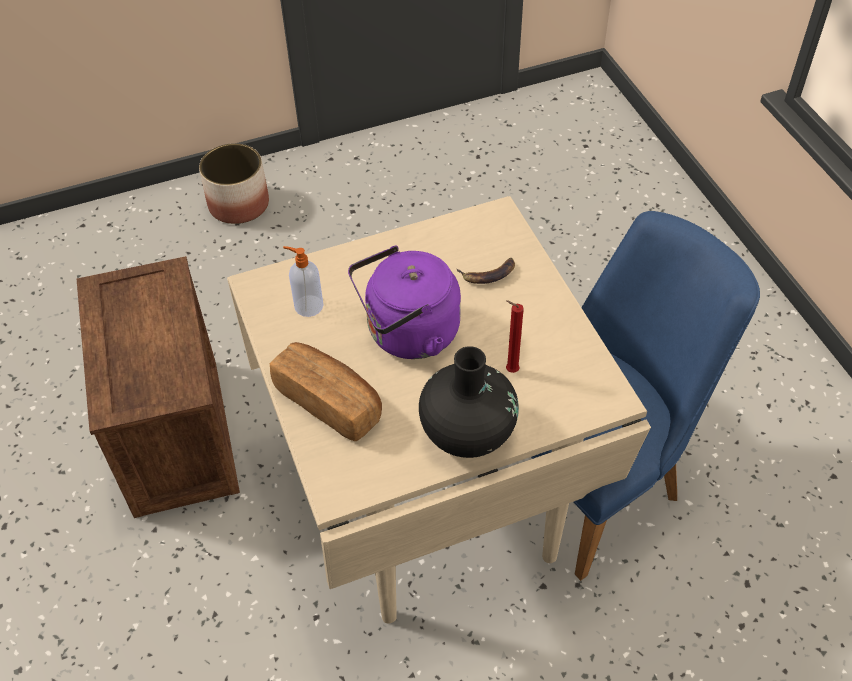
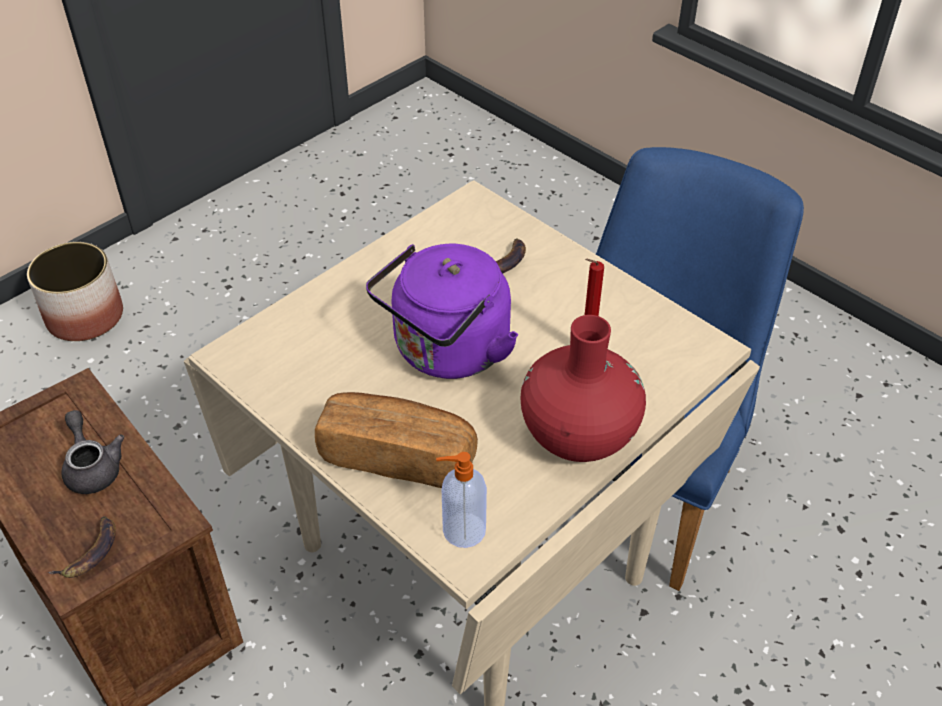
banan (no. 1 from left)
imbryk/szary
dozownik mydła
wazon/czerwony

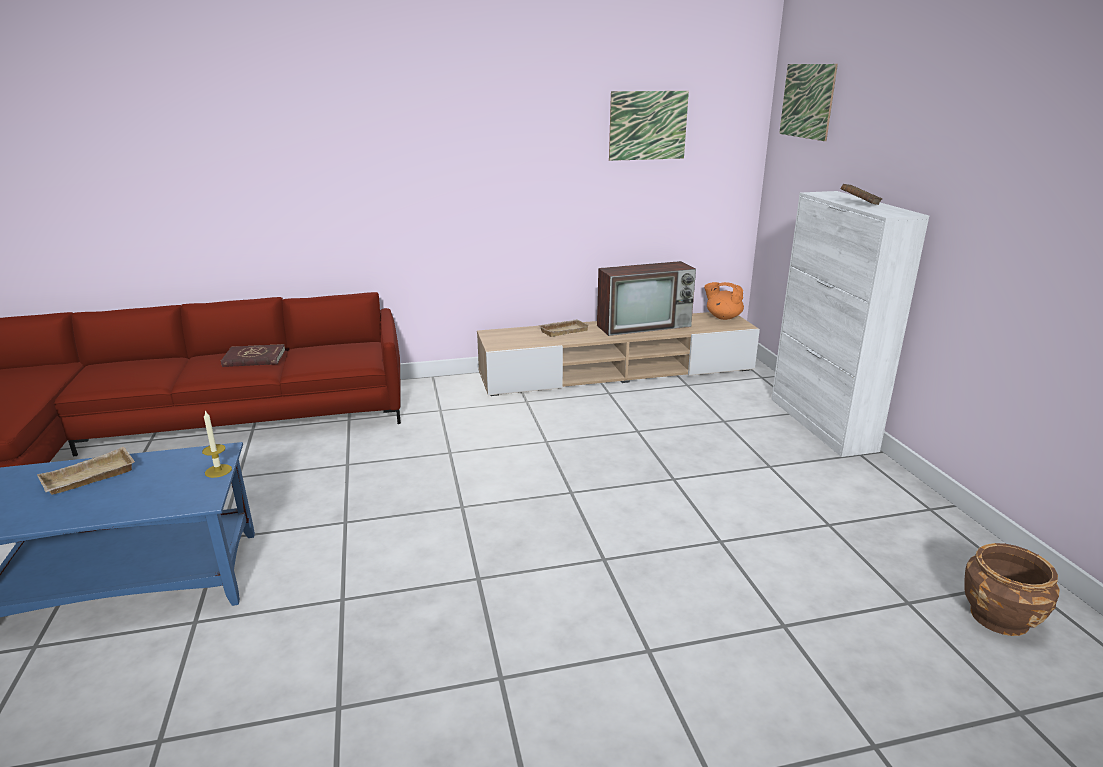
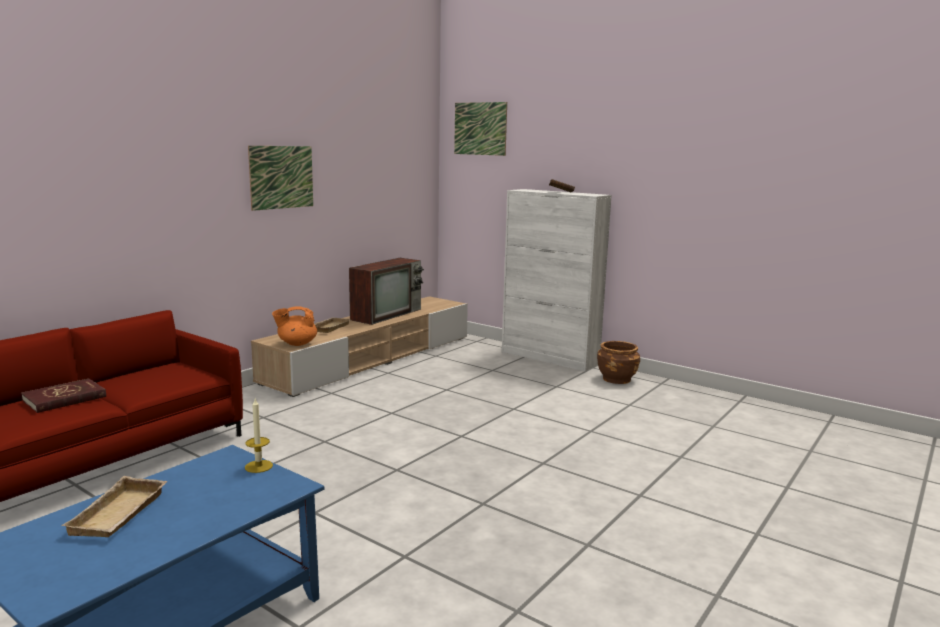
obraz (no. 1 from left)
imbryk/pomarańczowy
donica/brązowy

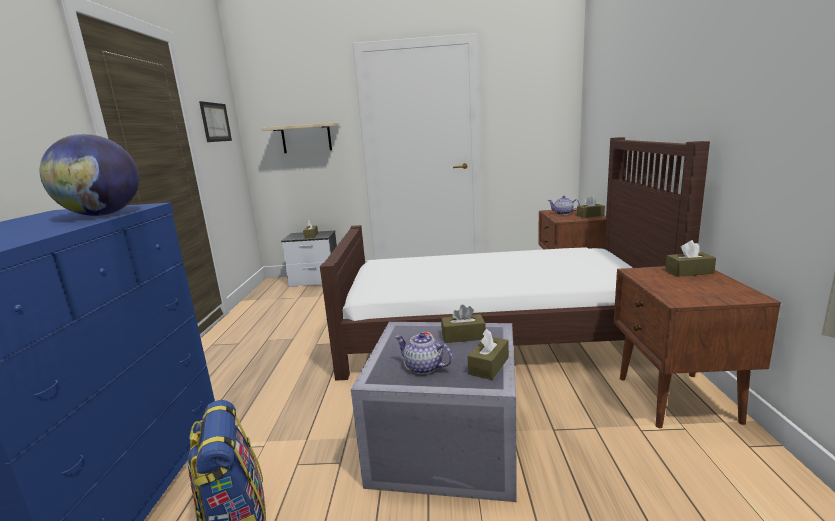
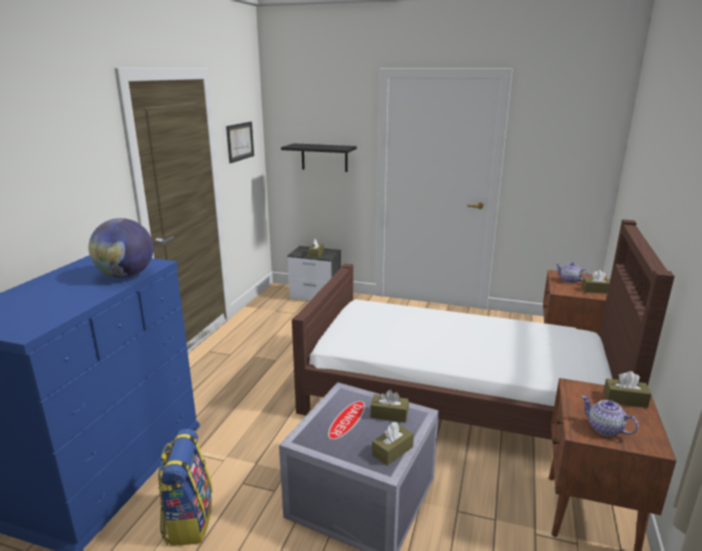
imbryk (no. 2 from left)
półka/czarny

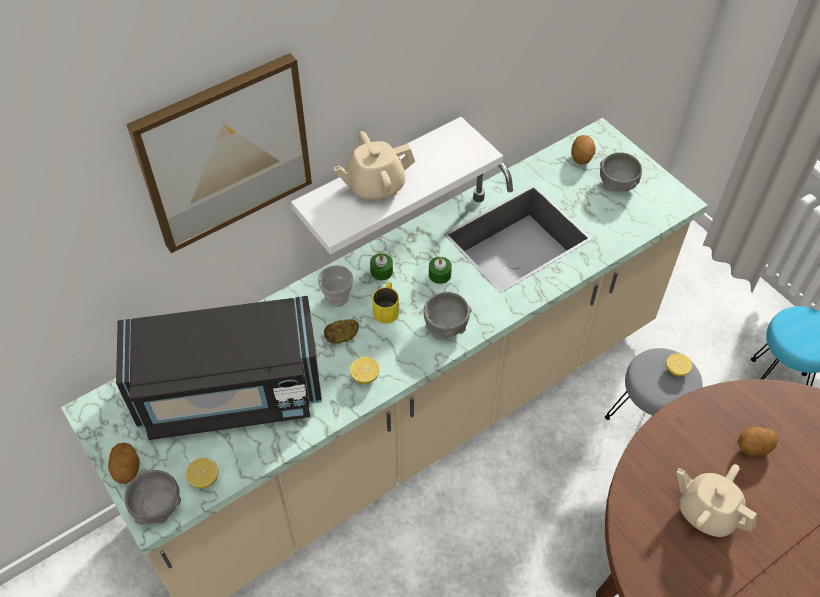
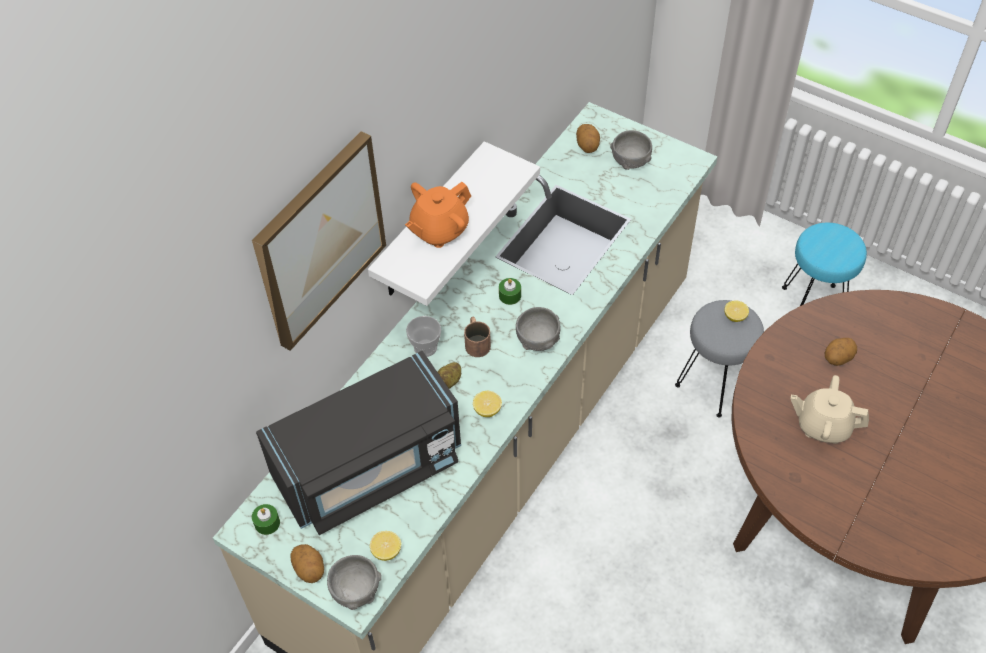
świeca/zielony (no. 1 from left)
imbryk/pomarańczowy
kubek/brązowy

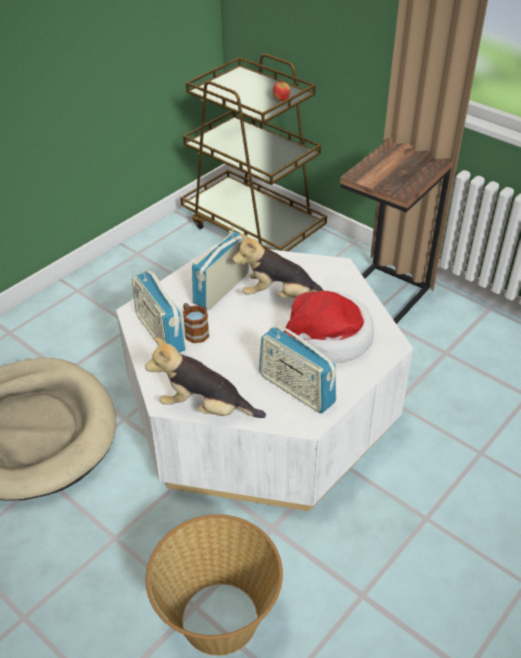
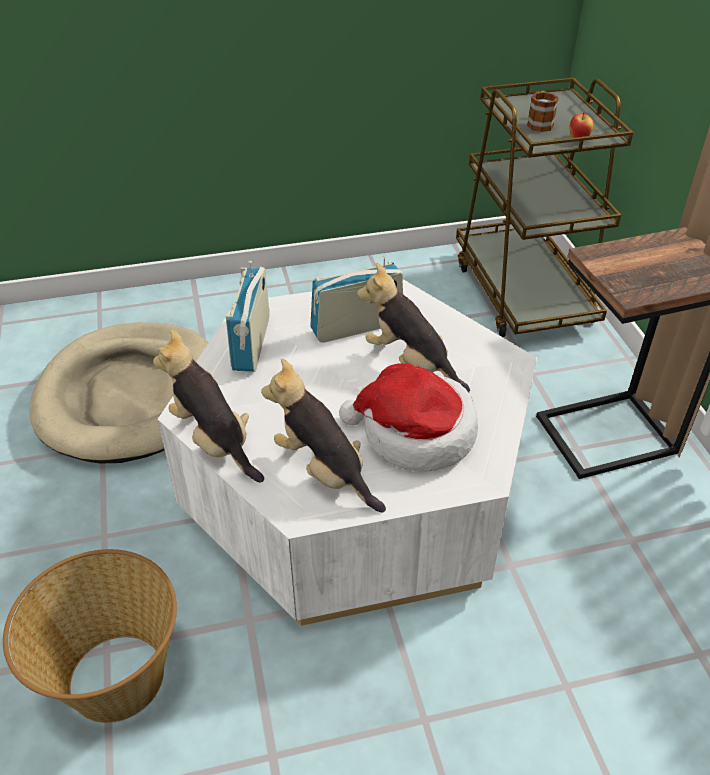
kubek
pluszak (no. 2 from left)

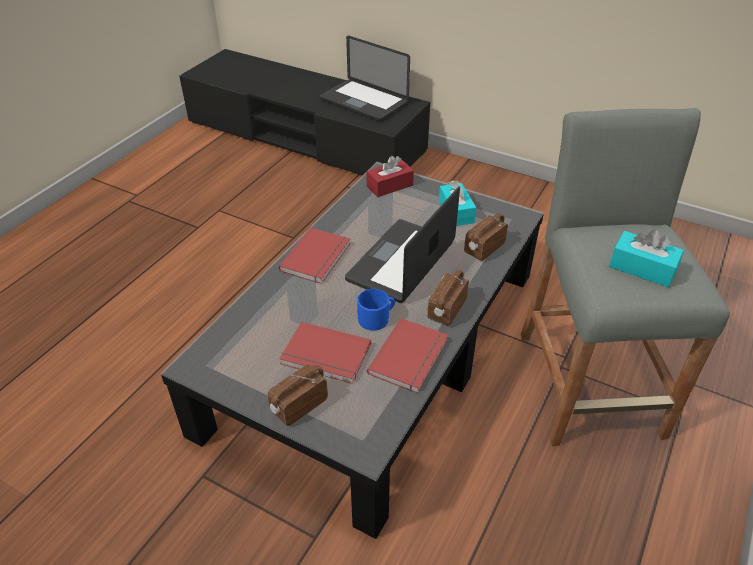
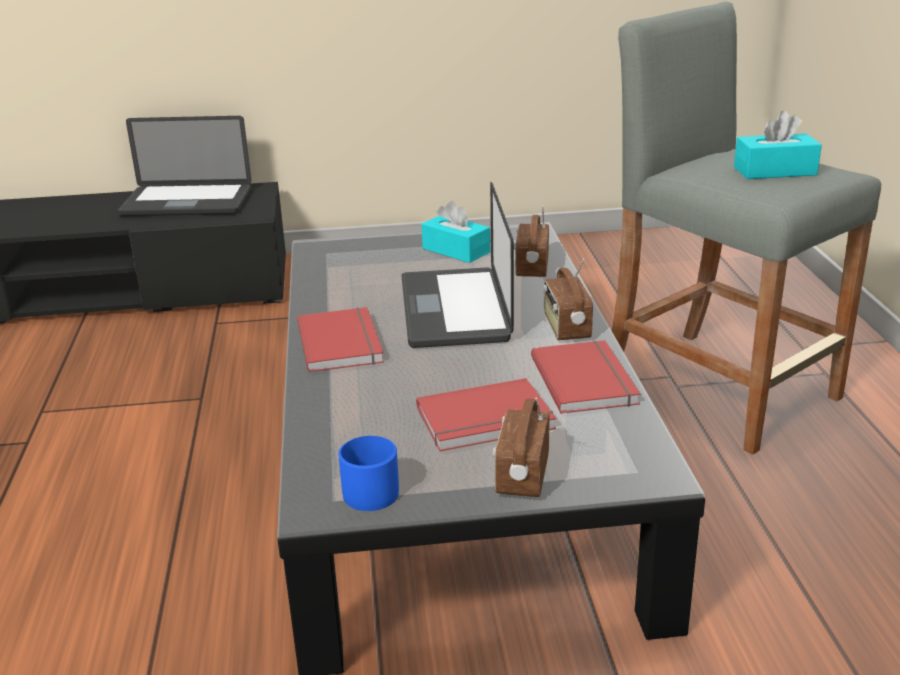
pudełko chusteczek/czerwony
kubek/niebieski

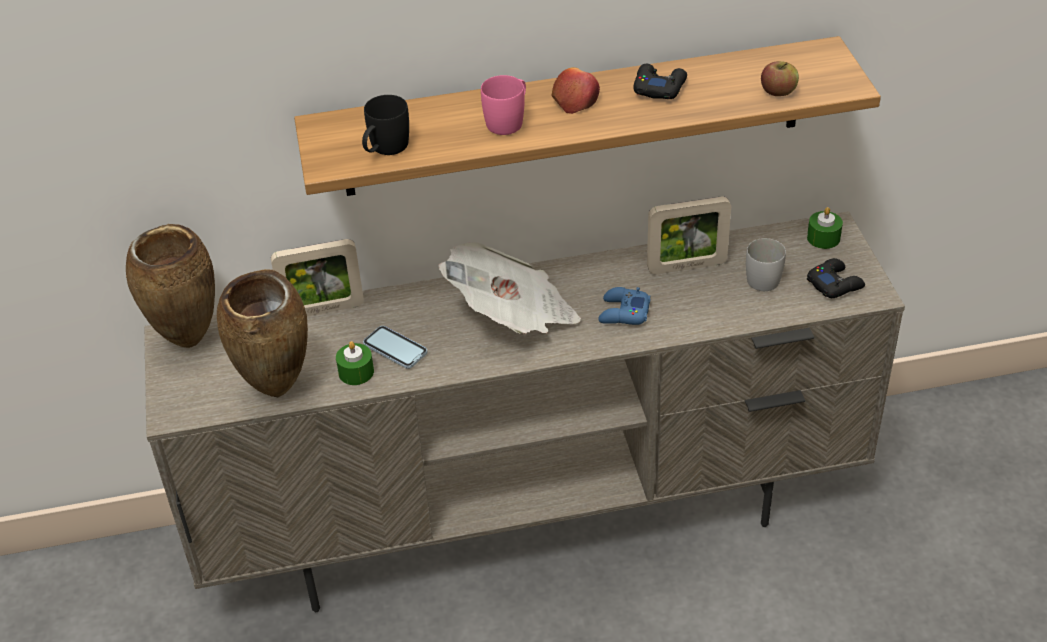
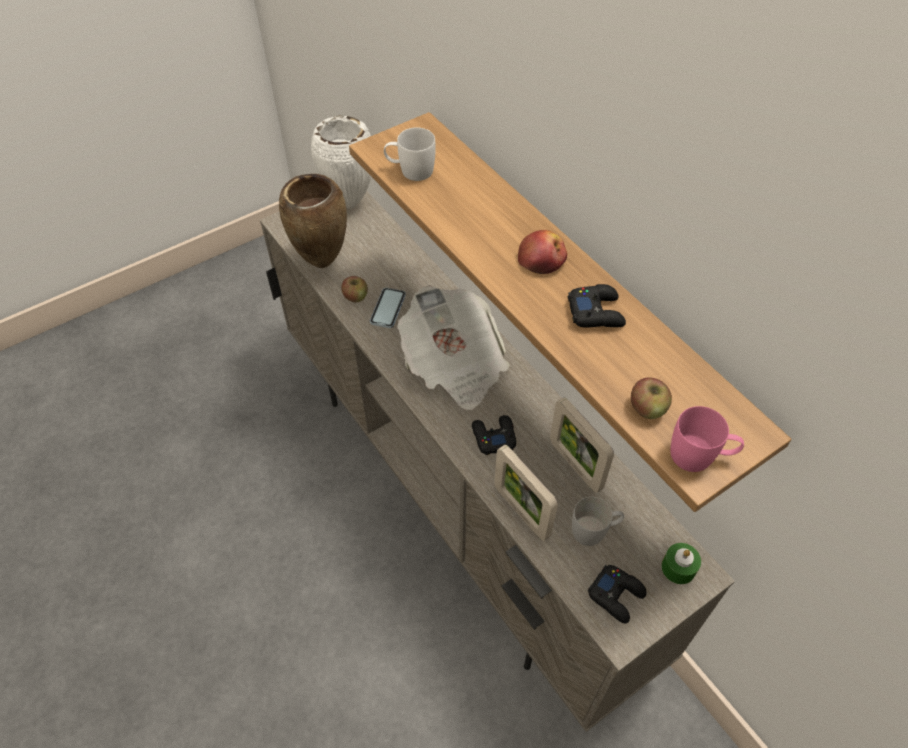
ramka na zdjęcie (no. 1 from left)
kubek/różowy
jabłko (no. 1 from left)
wazon/biały
kubek/biały (no. 1 from left)
pad do gier/czarny (no. 1 from left)

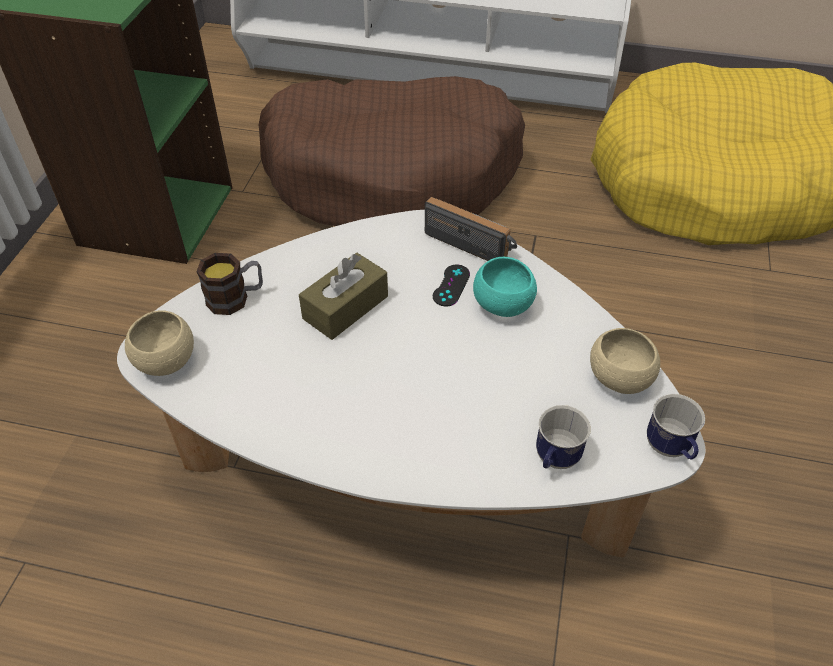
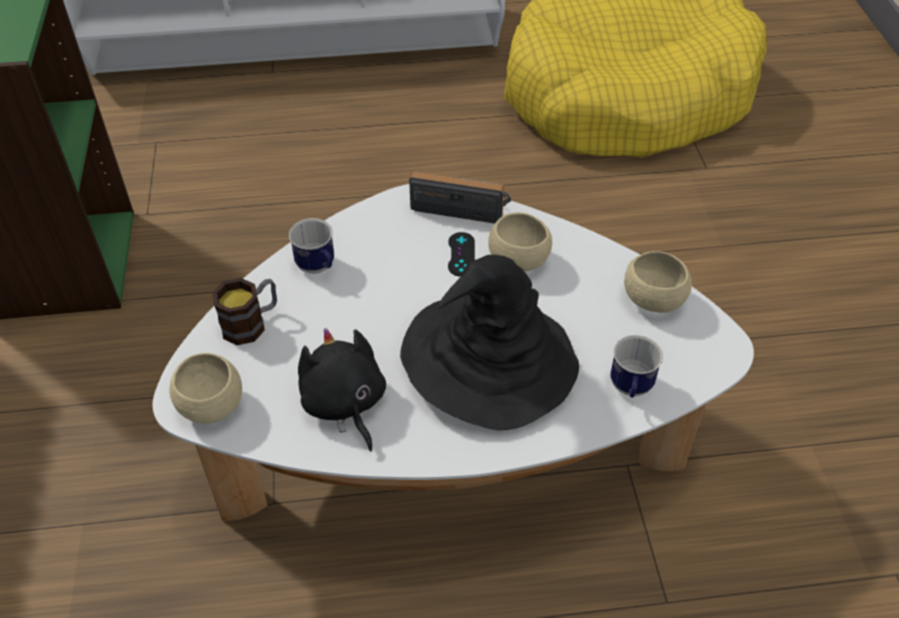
legowisko/brązowy
pudełko chusteczek/brązowy
pluszak/czarny
kapelusz/czarny
kubek (no. 2 from left)
miska/beżowy (no. 2 from left)

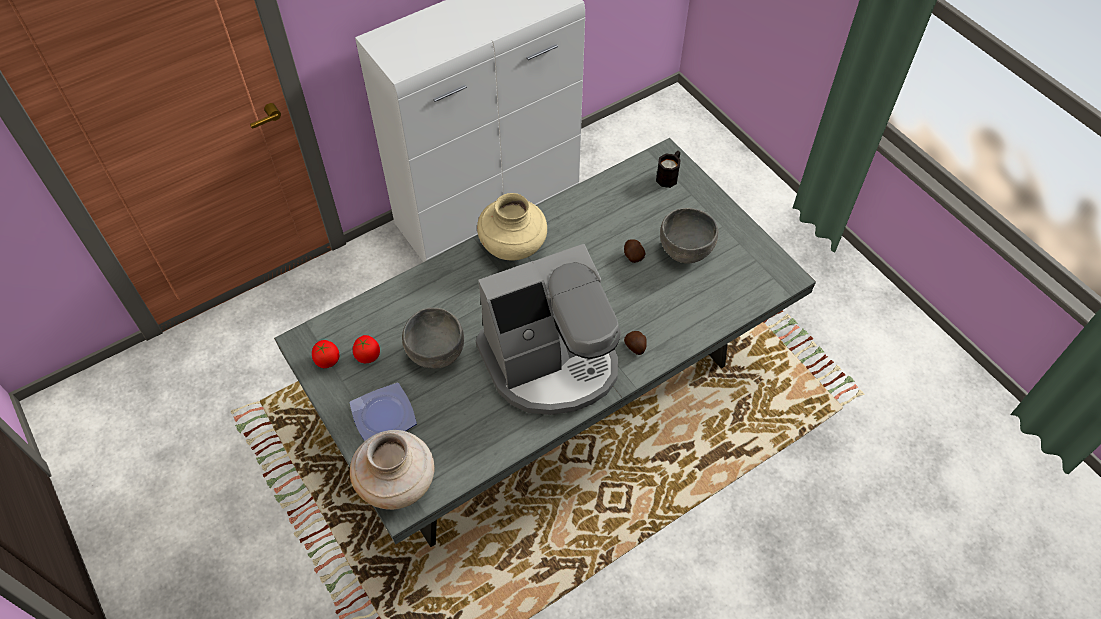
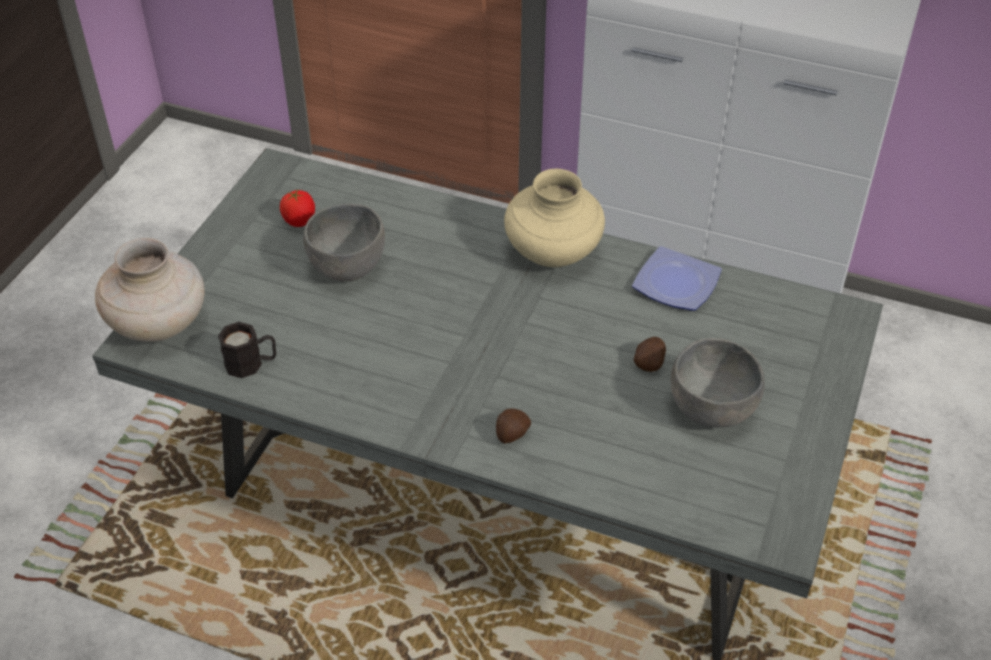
pomidor (no. 1 from left in the first image)
ekspres do kawy
talerz
kubek/czarny

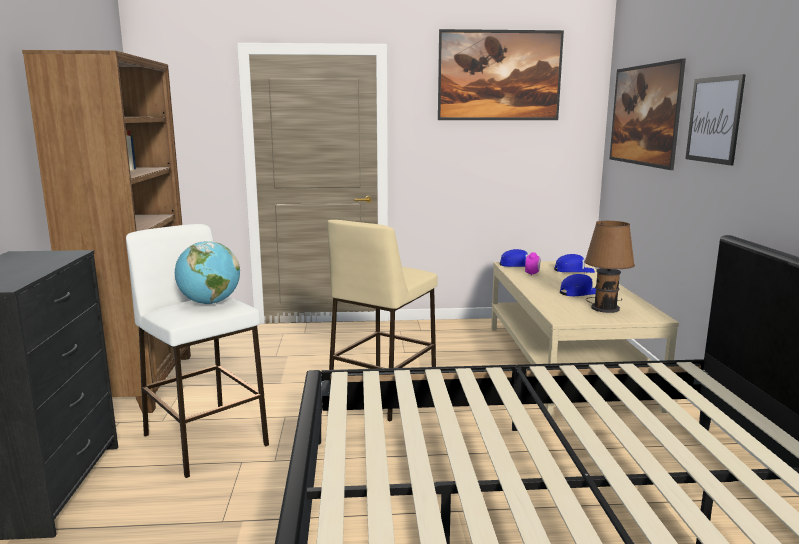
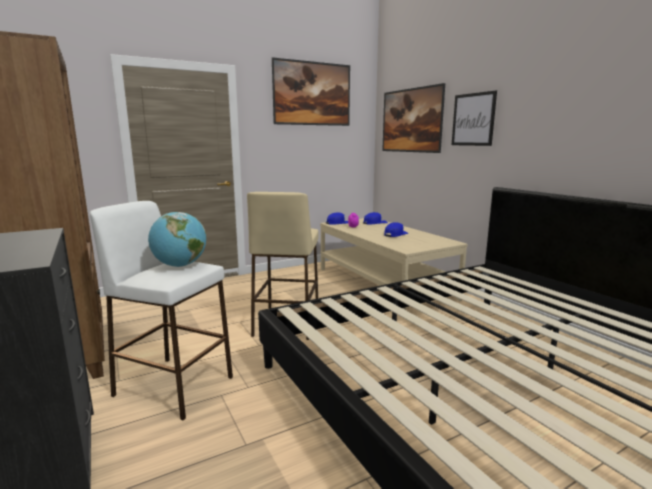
lampa stołowa/brązowy

